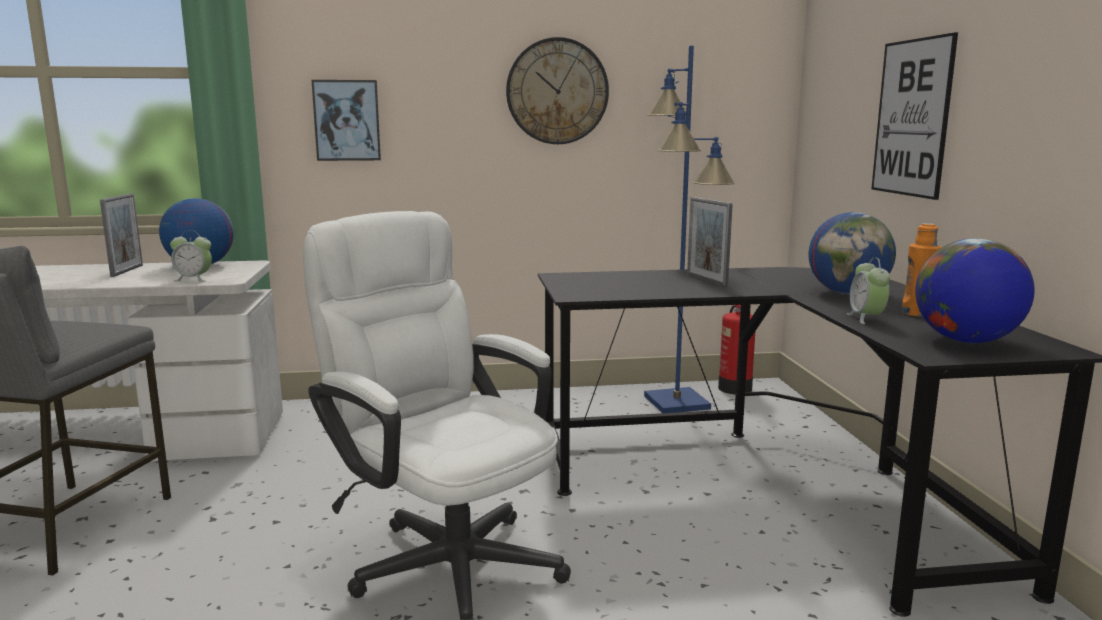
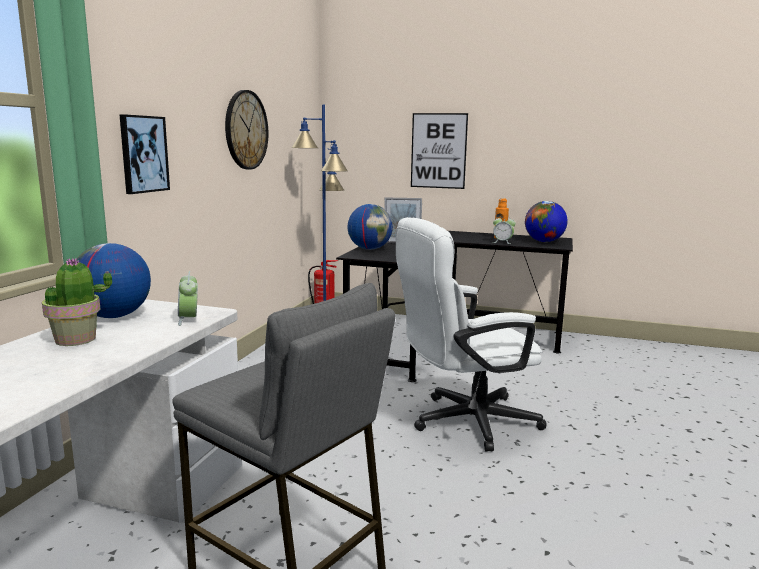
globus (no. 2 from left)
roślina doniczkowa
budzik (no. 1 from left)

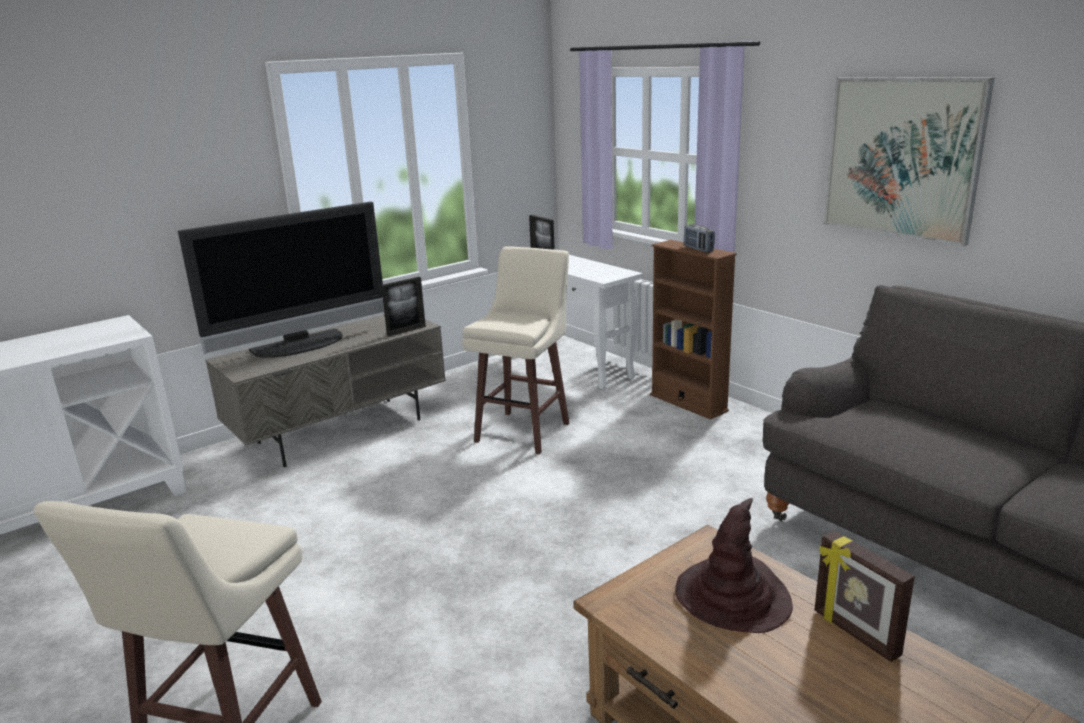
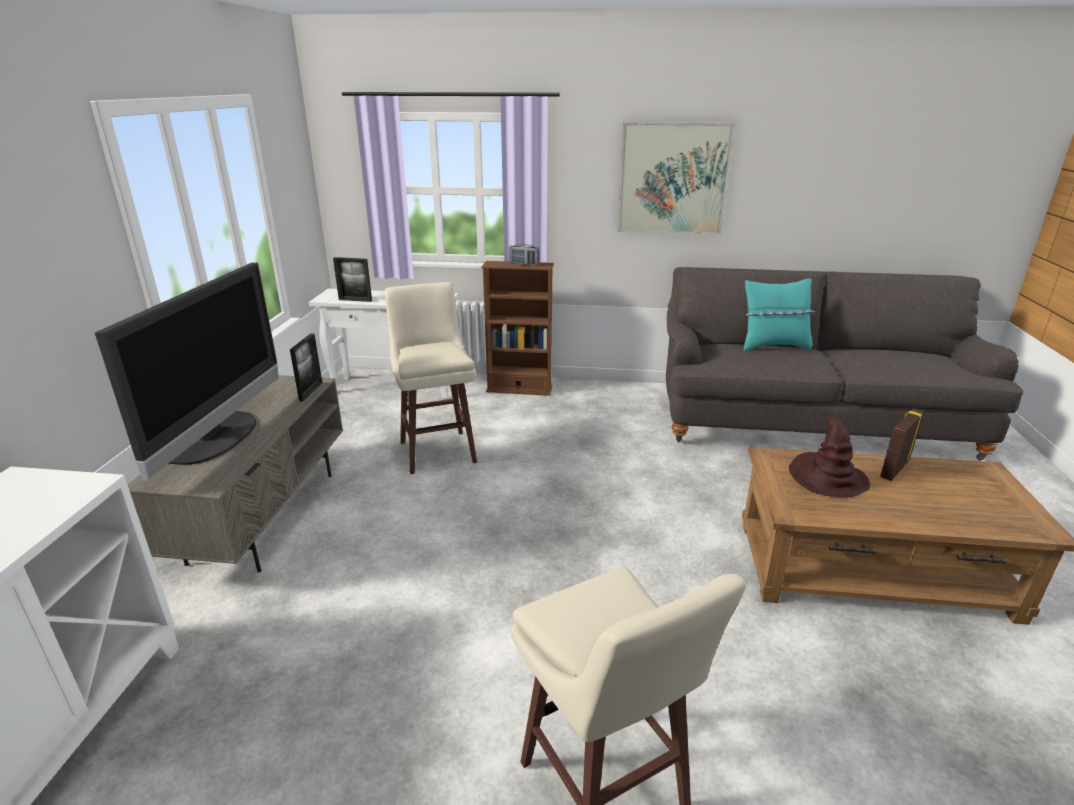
poduszka/turkusowy
ramka na zdjęcie (no. 3 from left)

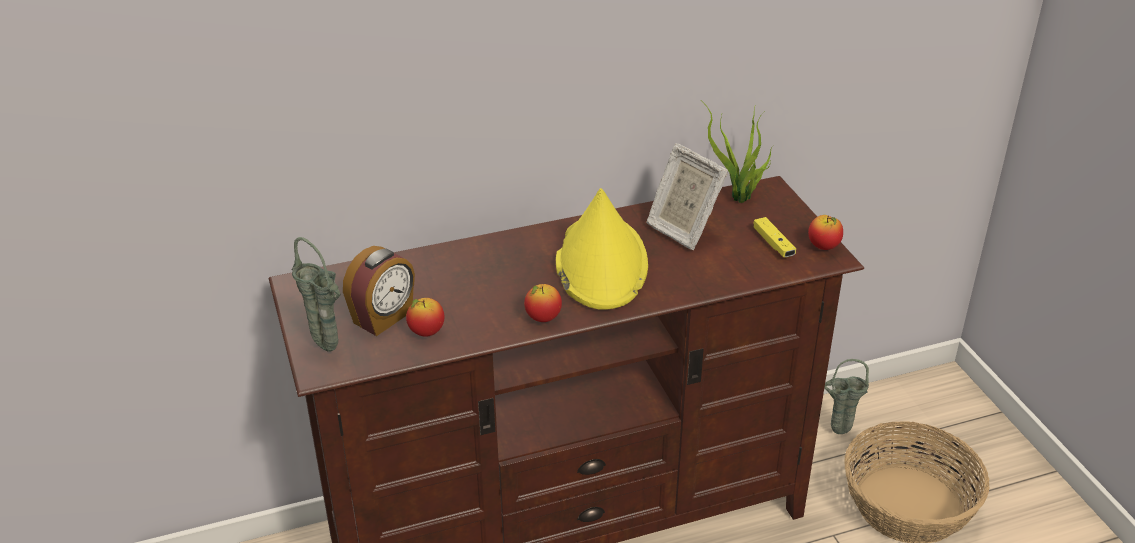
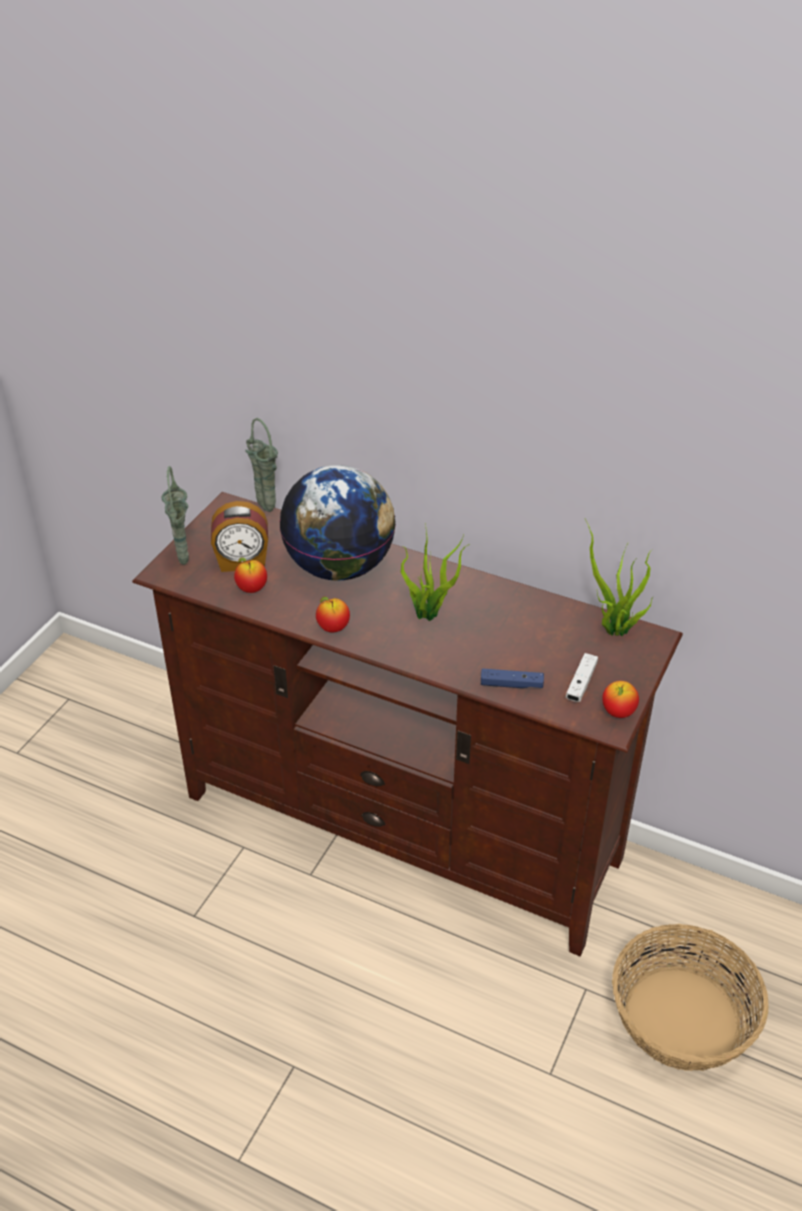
ramka na zdjęcie
globus
pad do gier/niebieski
wazon/zielony (no. 2 from left)
roślina doniczkowa (no. 1 from left)
pad do gier/biały

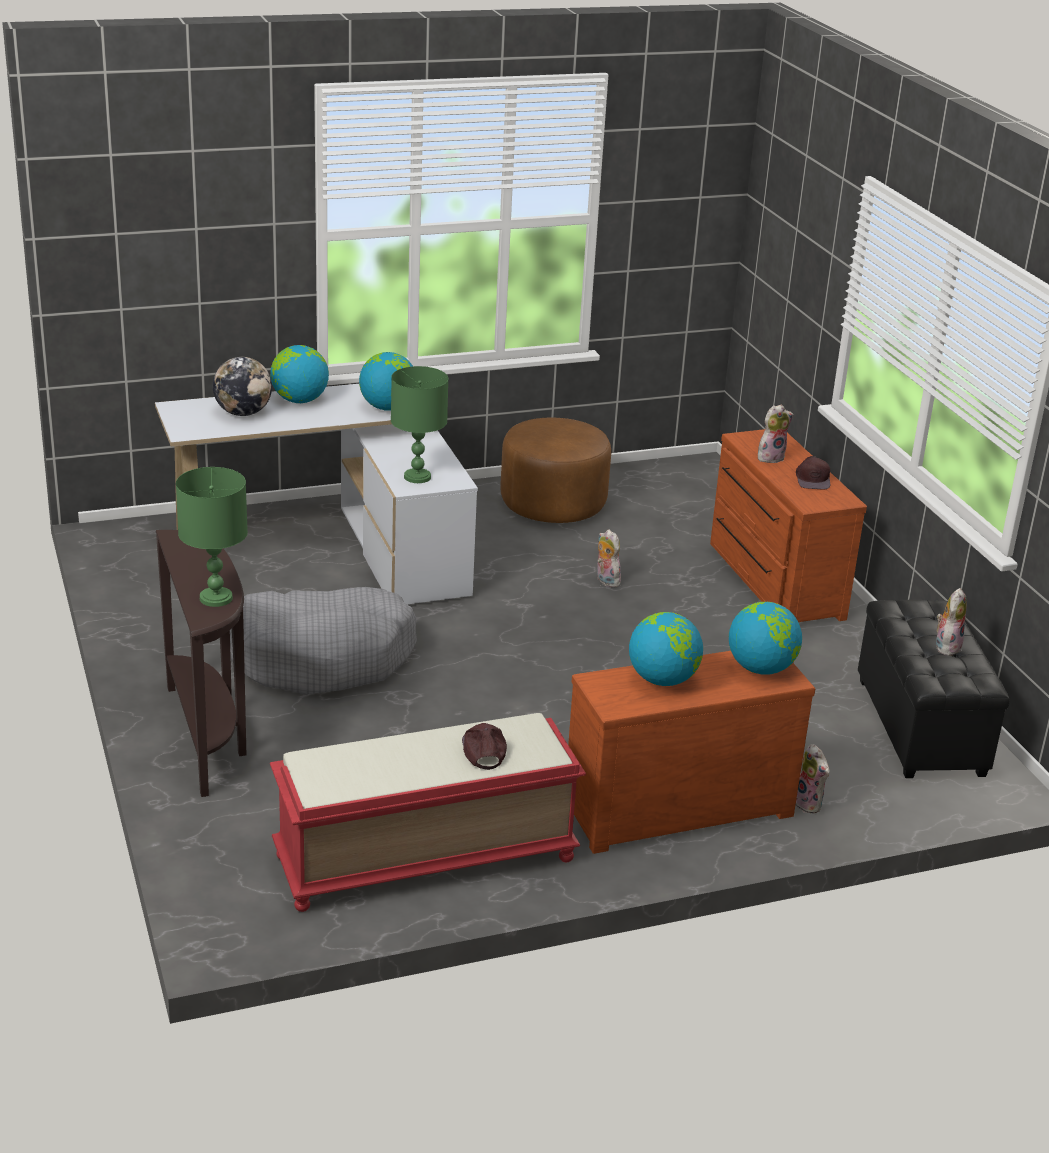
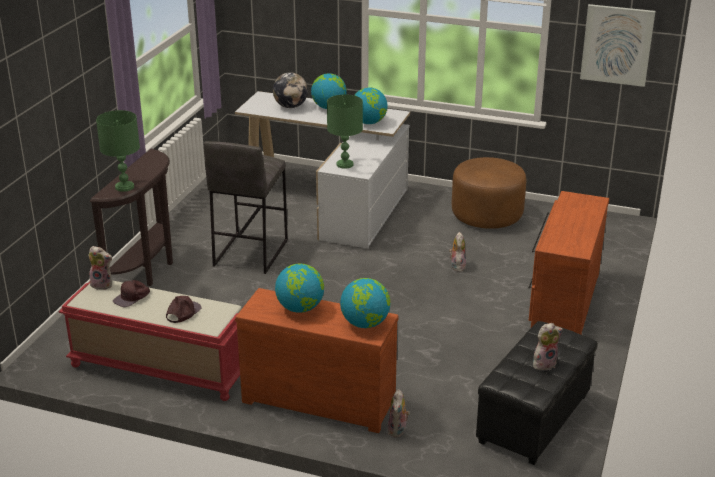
obraz
pluszak (no. 1 from left)
czapka z daszkiem/brązowy (no. 1 from left)
stołek/szary

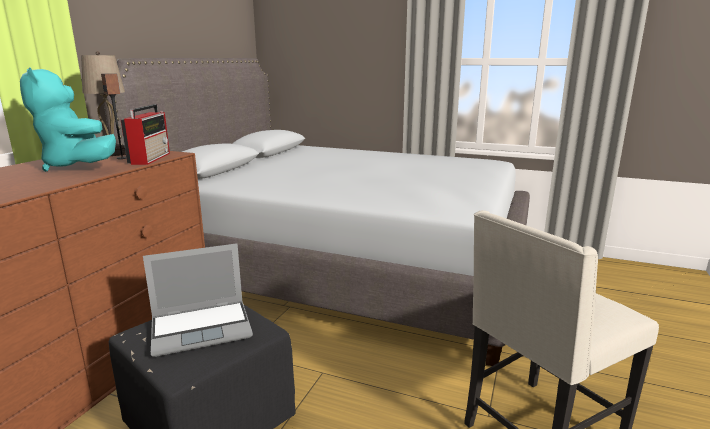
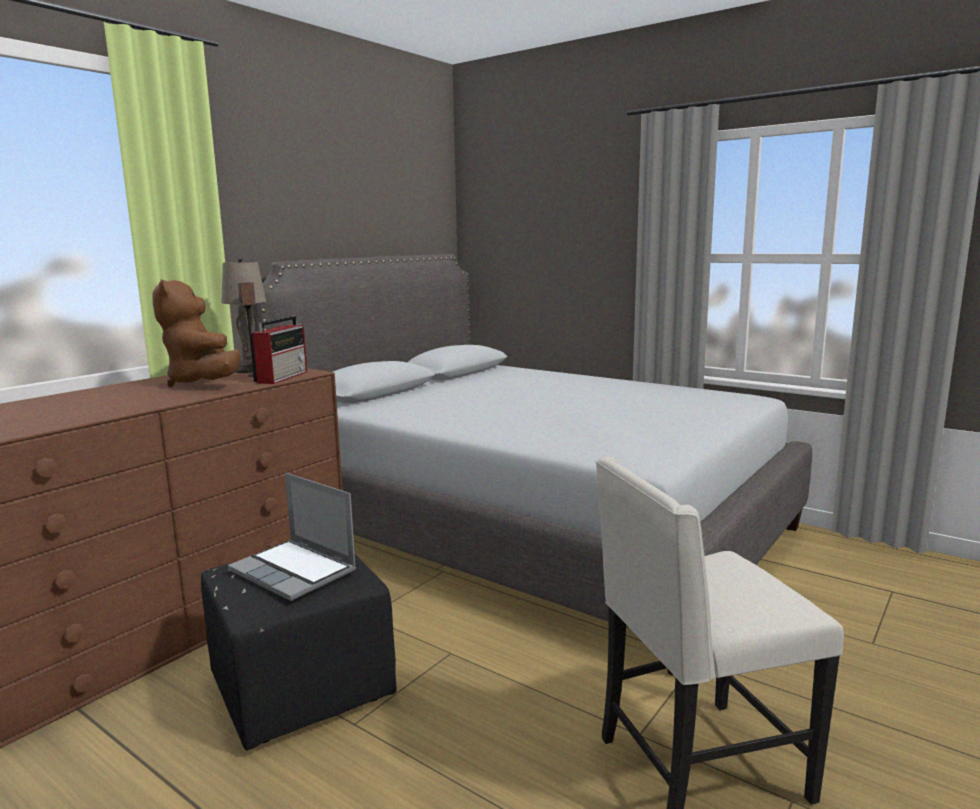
pluszak/brązowy
laptop

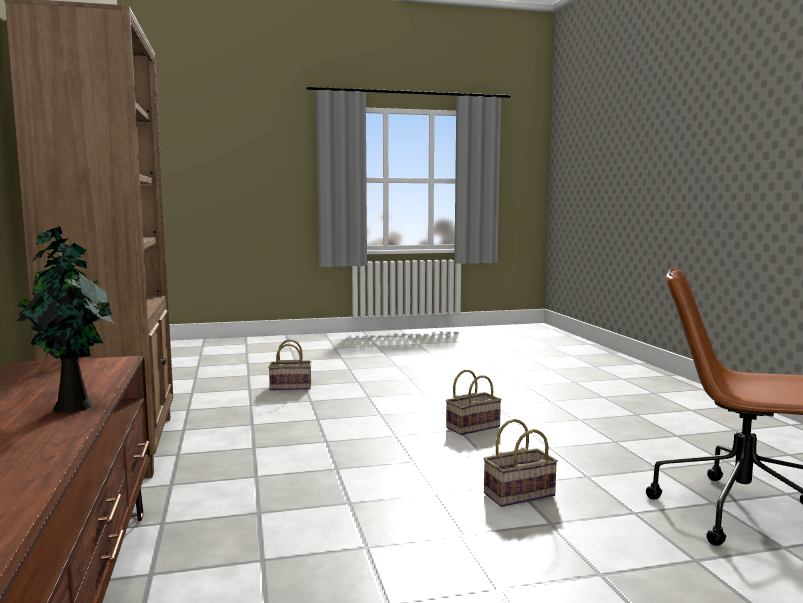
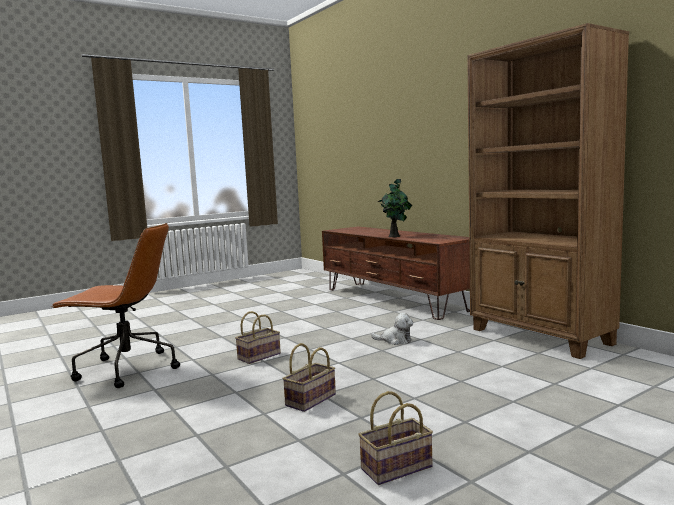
pluszak
koszyk (no. 3 from left)

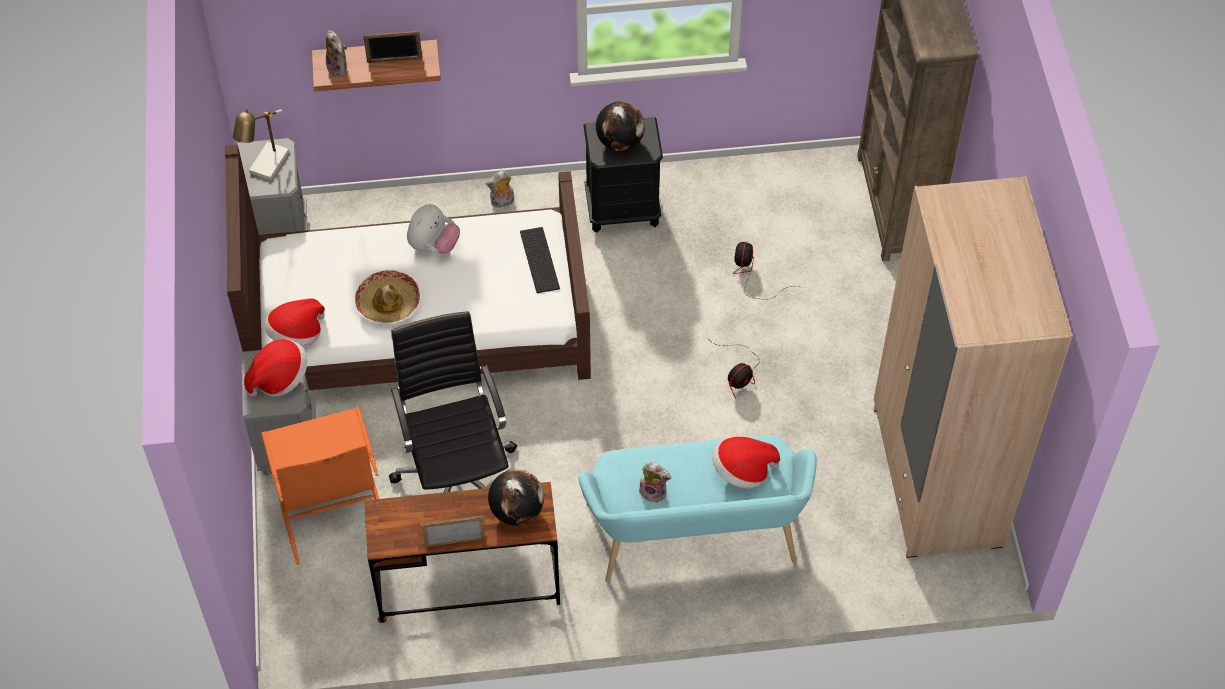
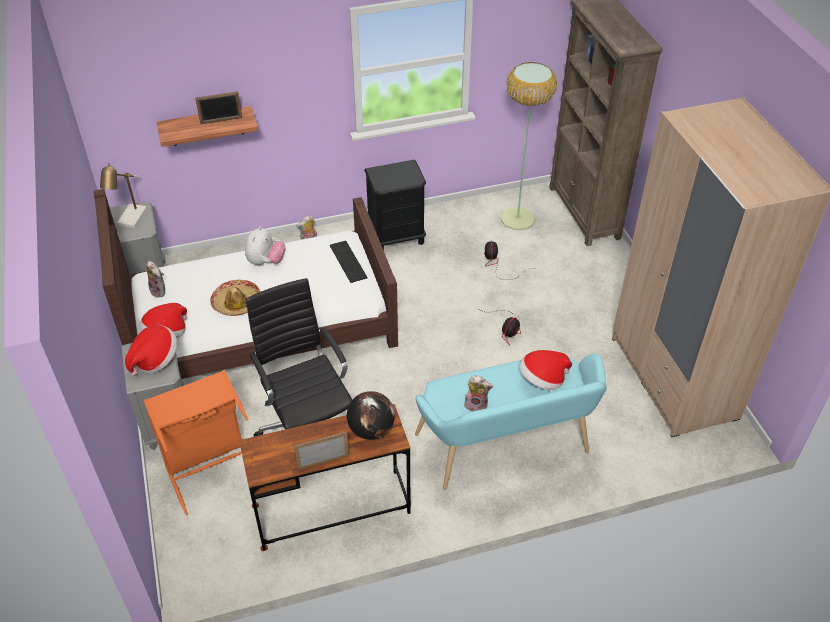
globus (no. 2 from left in the first image)
lampa stojąca
pluszak (no. 1 from left)

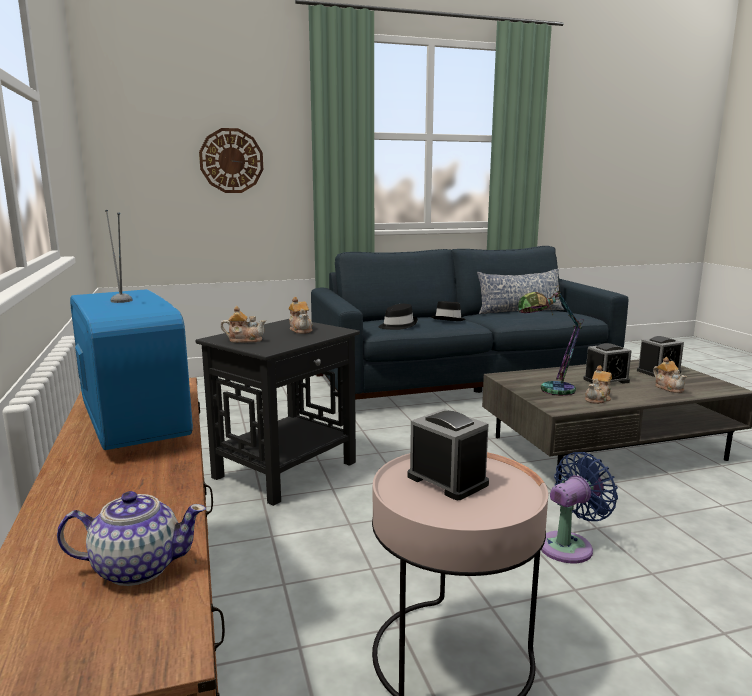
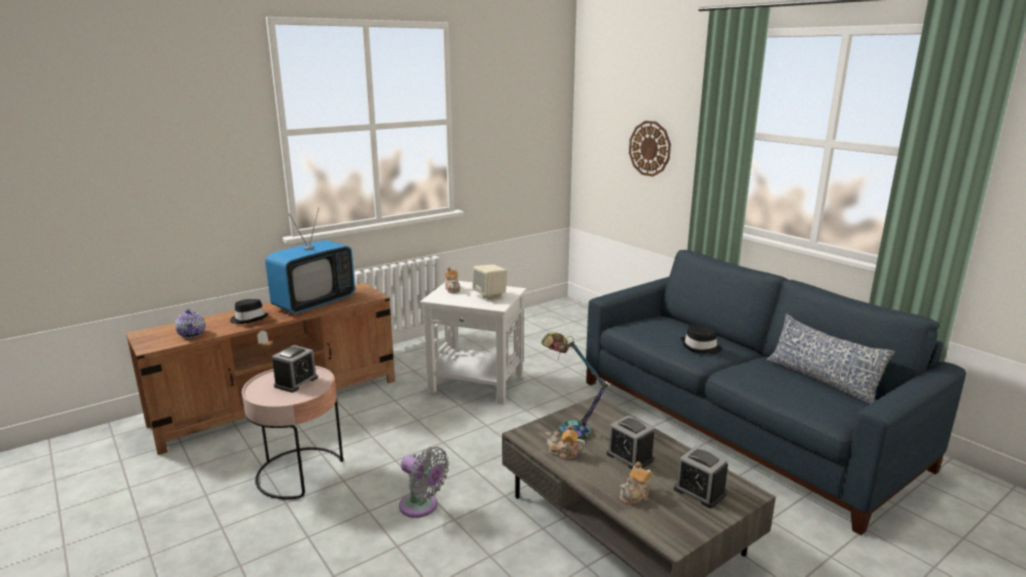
kapelusz/czarny (no. 1 from left)
głośnik/beżowy
stolik/biały
wentylator/szary

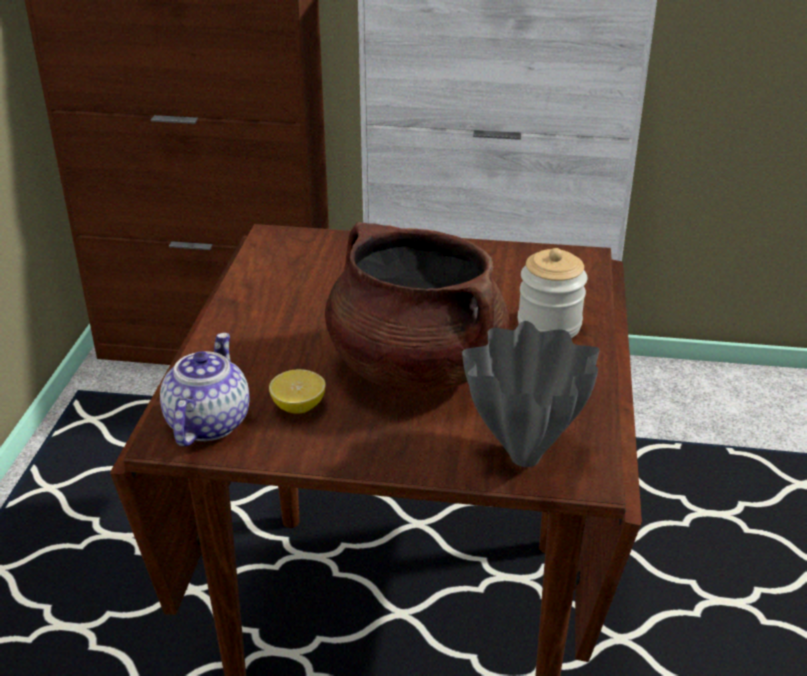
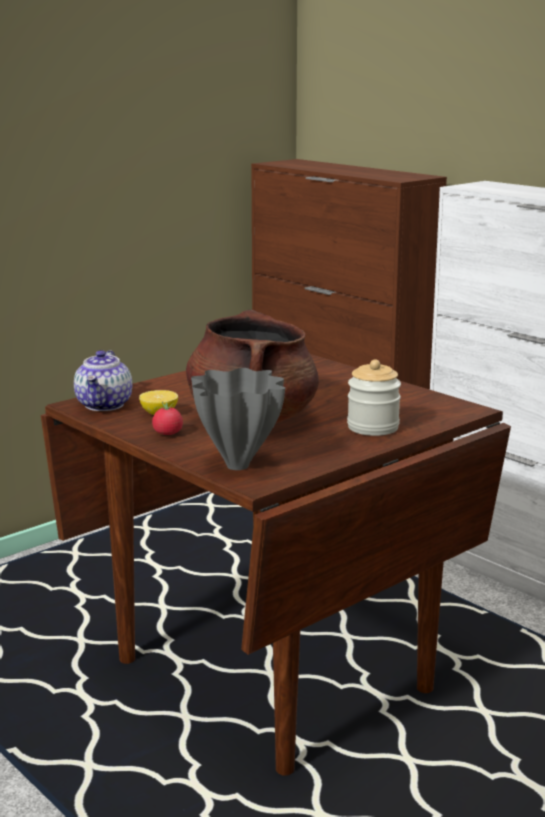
pomidor
imbryk

